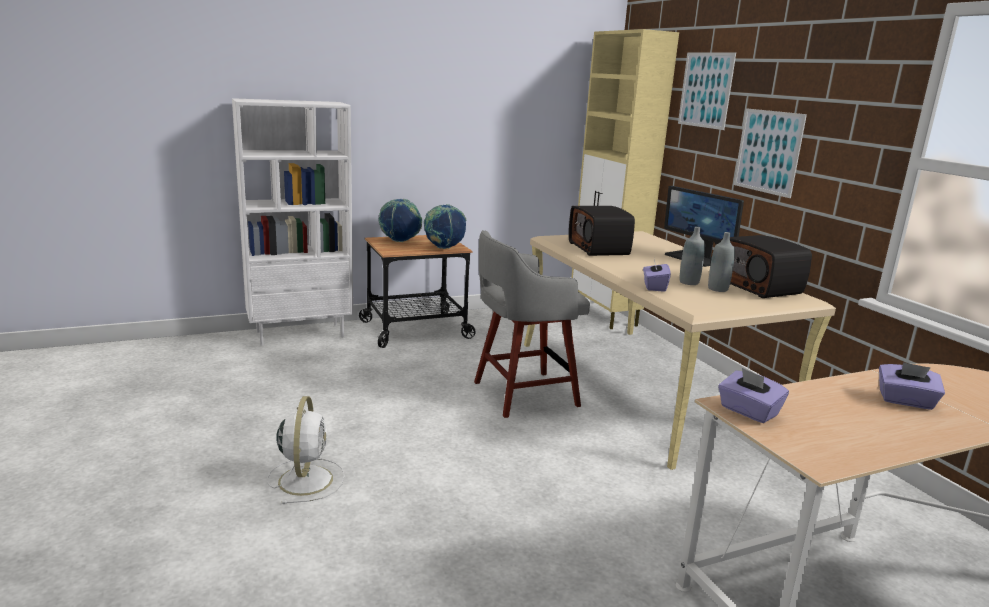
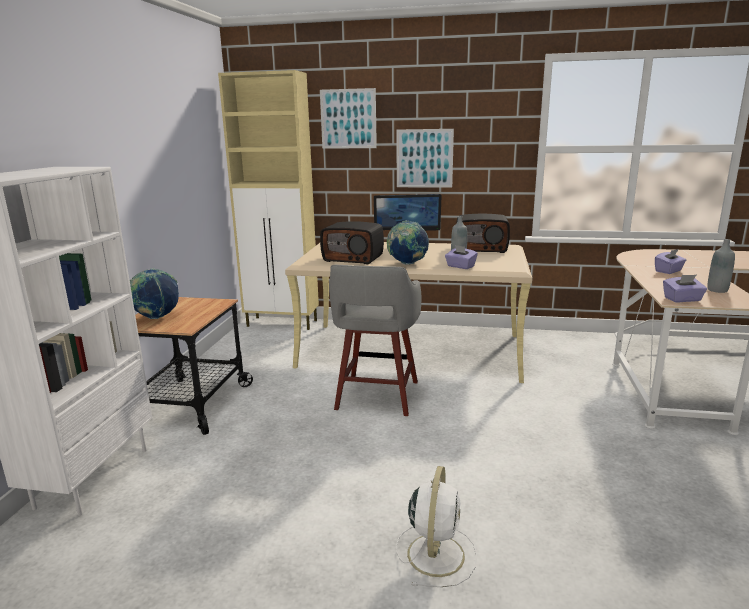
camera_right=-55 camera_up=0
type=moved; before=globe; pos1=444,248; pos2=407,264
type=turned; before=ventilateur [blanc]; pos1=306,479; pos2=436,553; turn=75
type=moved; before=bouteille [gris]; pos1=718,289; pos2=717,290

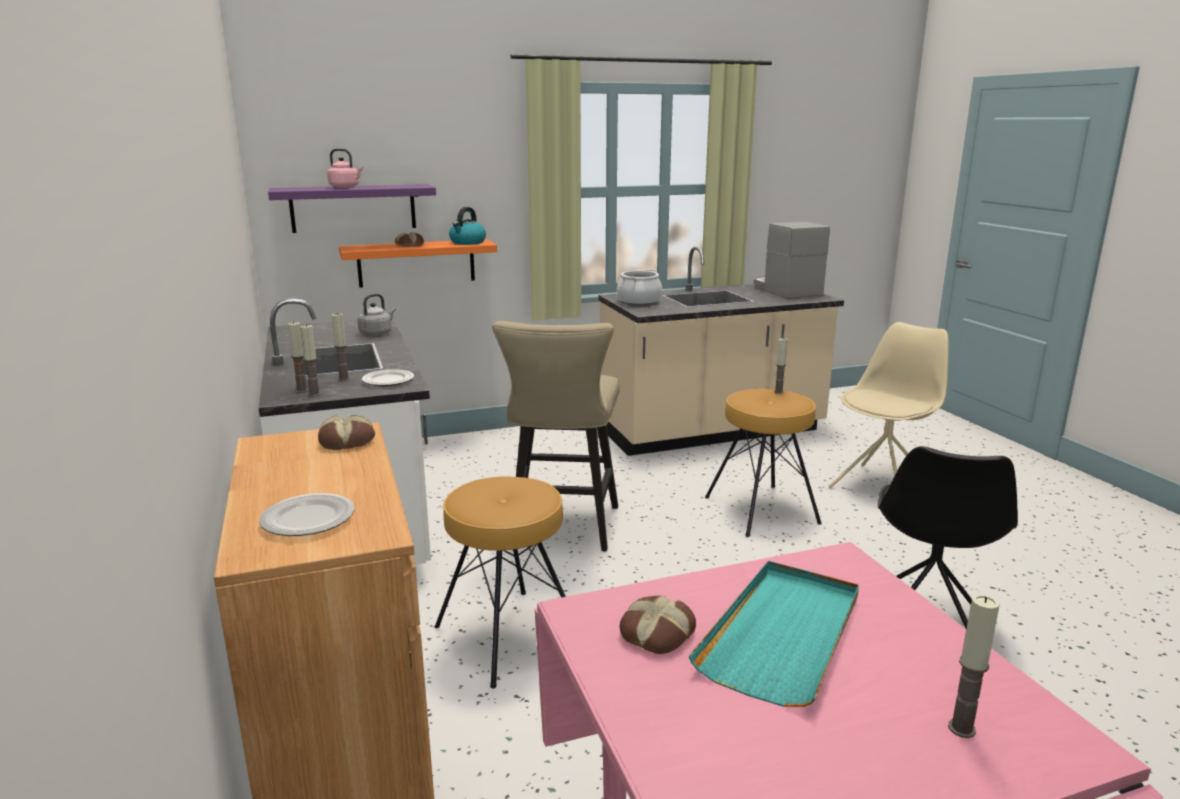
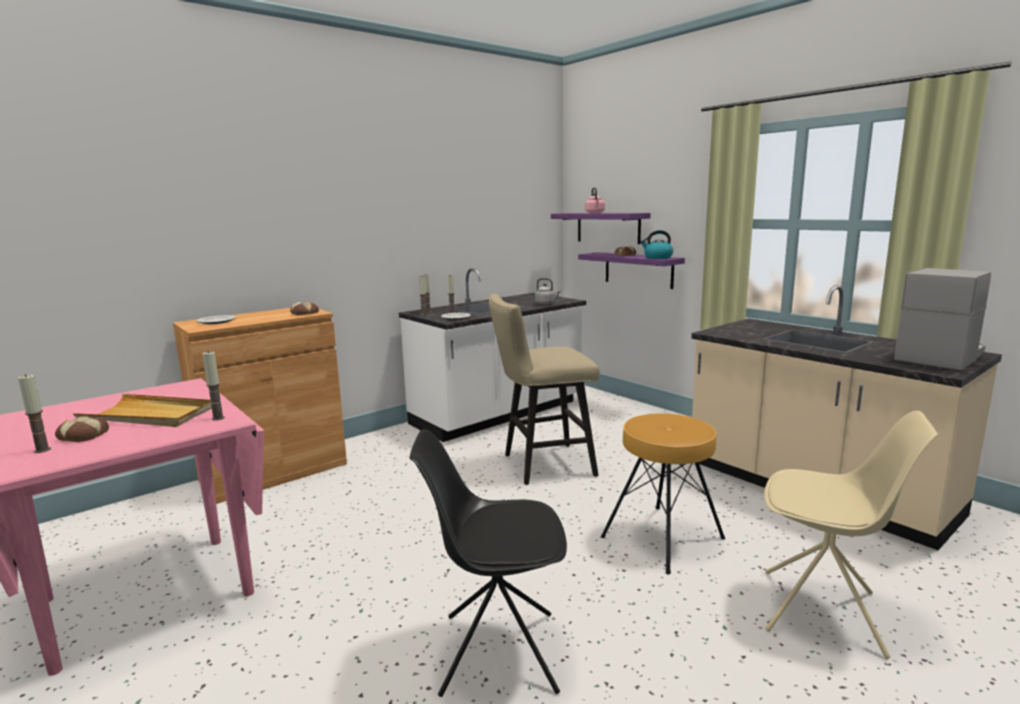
camera_right=70 camera_up=-5
type=moved; before=pain; pos1=656,632; pos2=84,435
type=recoloured; before=plateau [turquoise]; after=plateau [beige]; pos1=783,634; pos2=149,415
type=moved; before=bougie; pos1=778,392; pos2=218,418
type=recoloured; before=étagère [orange]; after=étagère [violet]; pos1=416,263; pos2=638,270
type=removed; before=tabouret [marron]; pos1=508,636
type=removed; before=marmite; pos1=639,302

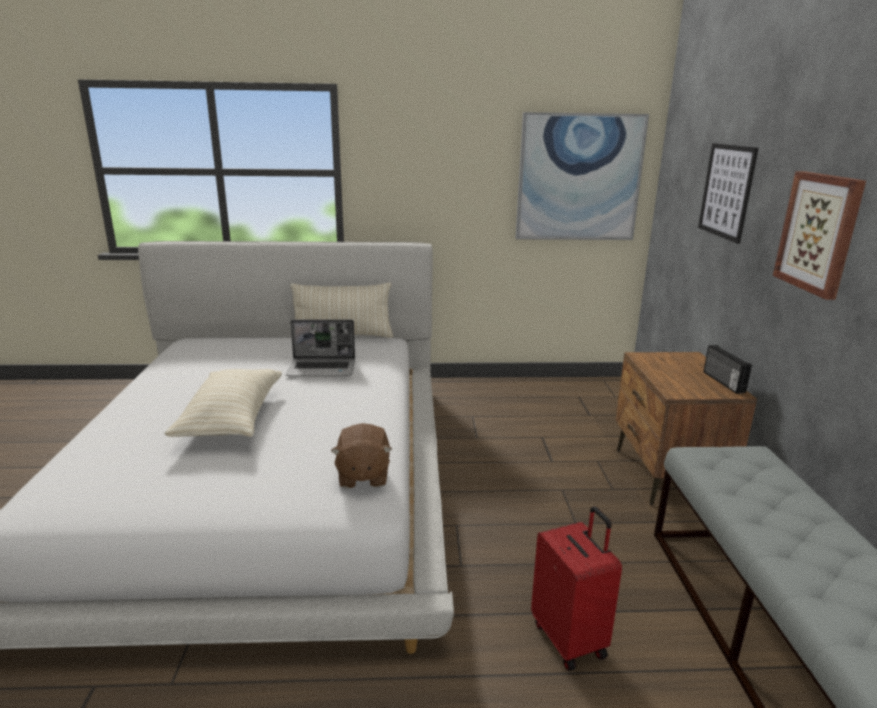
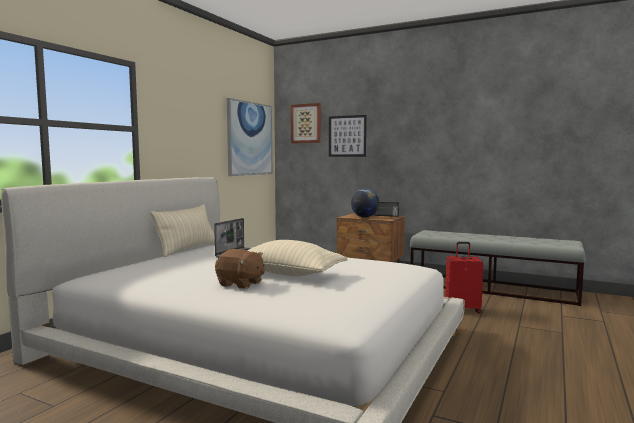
camera_right=-60 camera_up=-15
type=moved; before=peluche [marron]; pos1=362,476; pos2=240,284
type=moved; before=tableau; pos1=819,233; pos2=306,123
type=added; after=globe; pos2=364,217

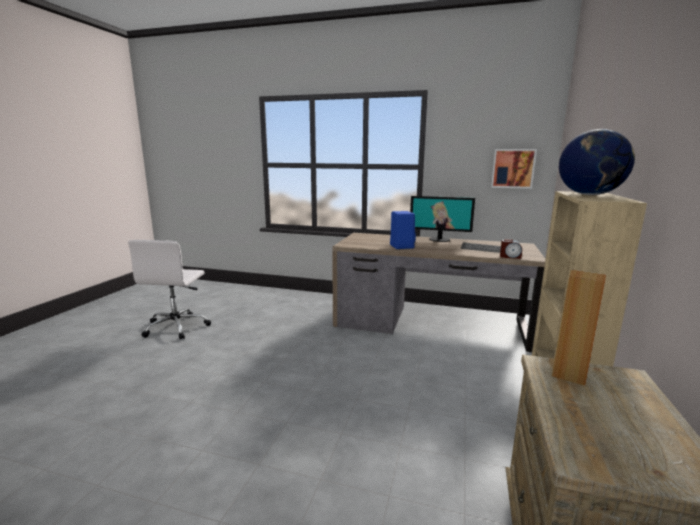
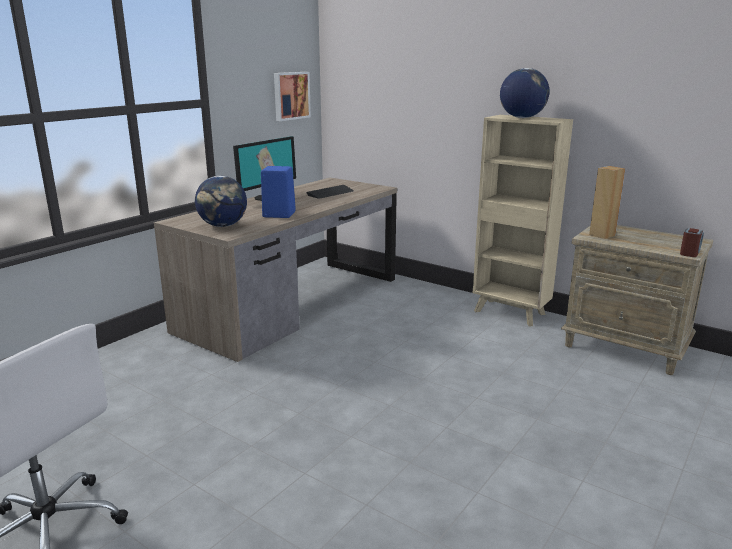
camera_right=-70 camera_up=5
type=added; after=globe; pos2=223,226
type=moved; before=réveil; pos1=510,257; pos2=689,252

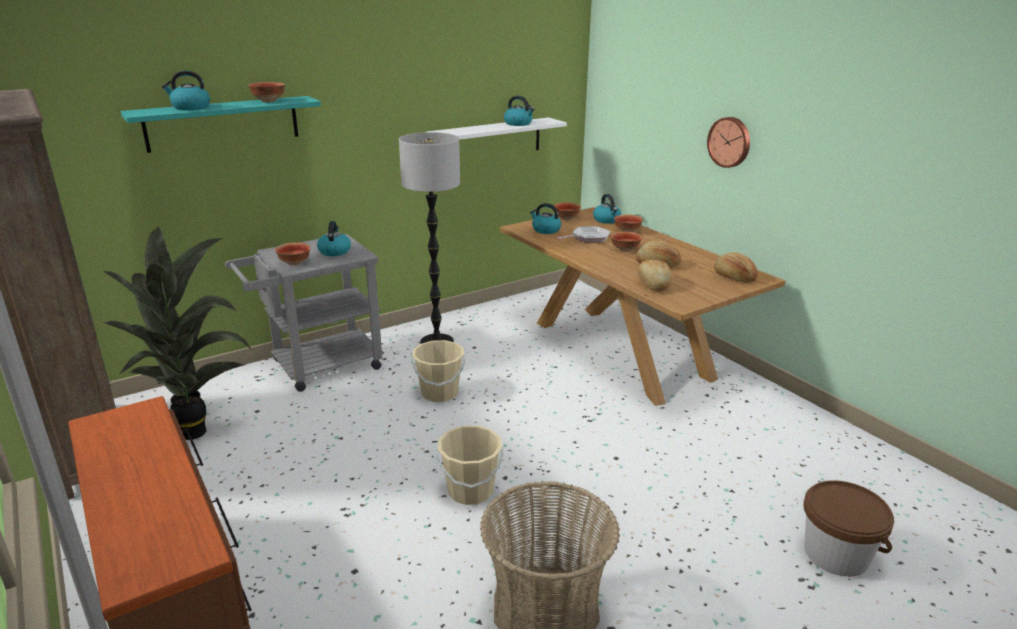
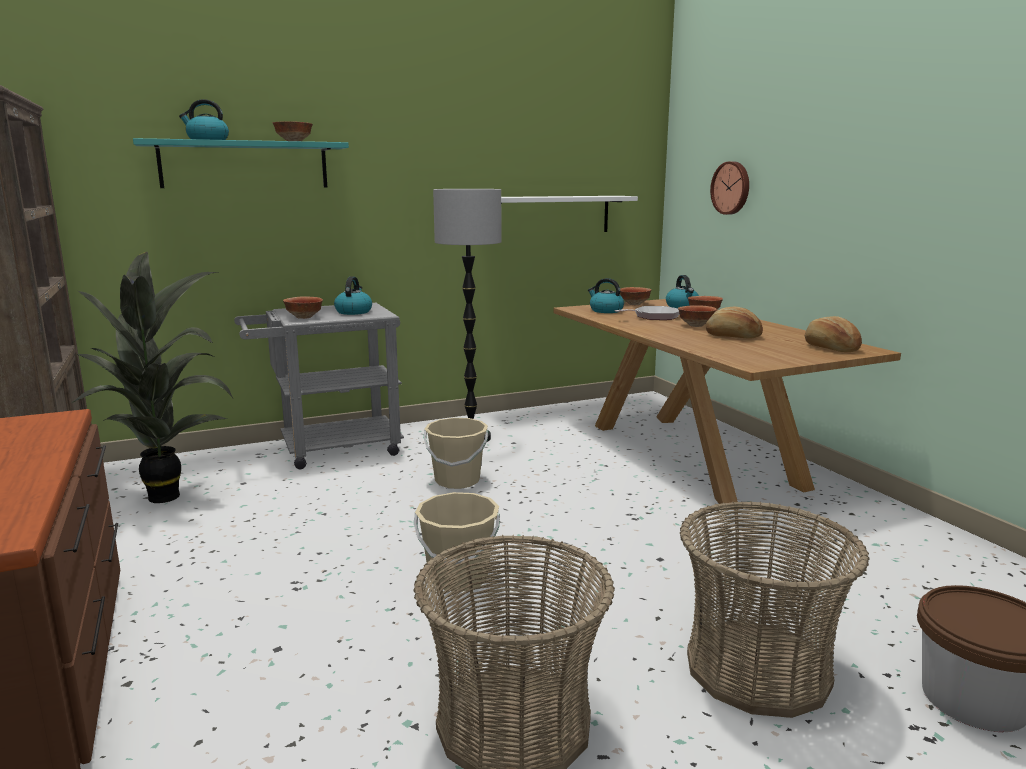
camera_right=10 camera_up=-10
type=added; after=panier; pos2=758,669
type=moved; before=horloge murale; pos1=730,142; pos2=731,188
type=removed; before=bouilloire; pos1=518,123
type=removed; before=pain; pos1=652,284

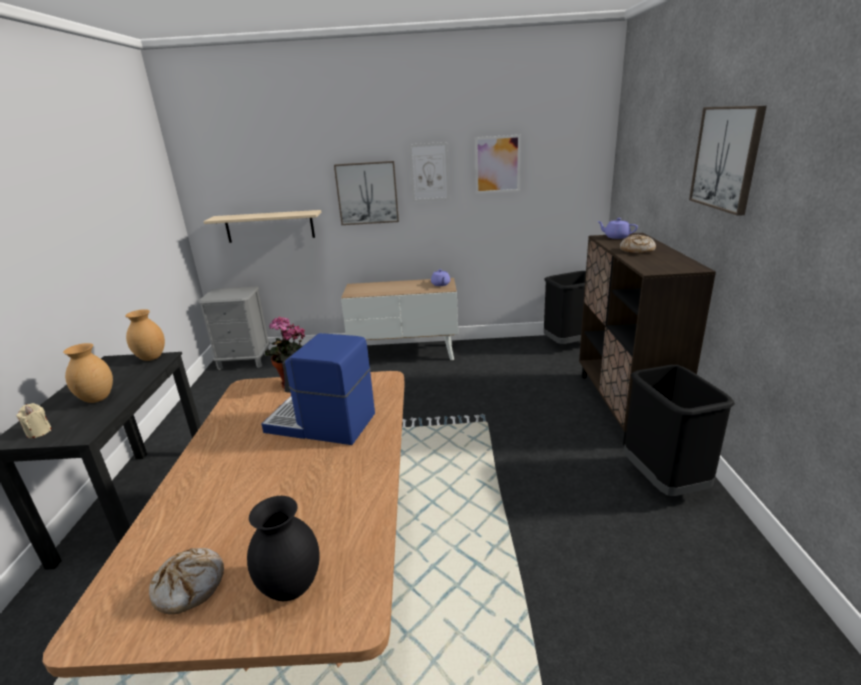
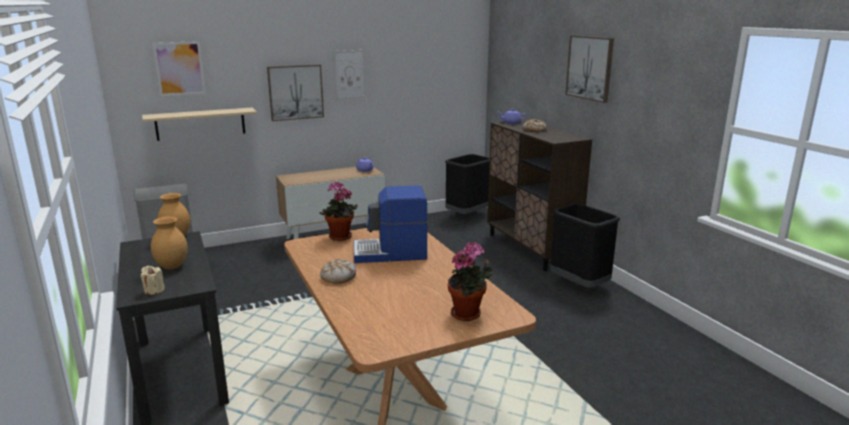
camera_right=-25 camera_up=-5
type=moved; before=tableau; pos1=497,164; pos2=179,68
type=moved; before=pain; pos1=190,586; pos2=338,277
type=replaced; before=vase [noir]; after=plante en pot; pos1=292,588; pos2=468,314

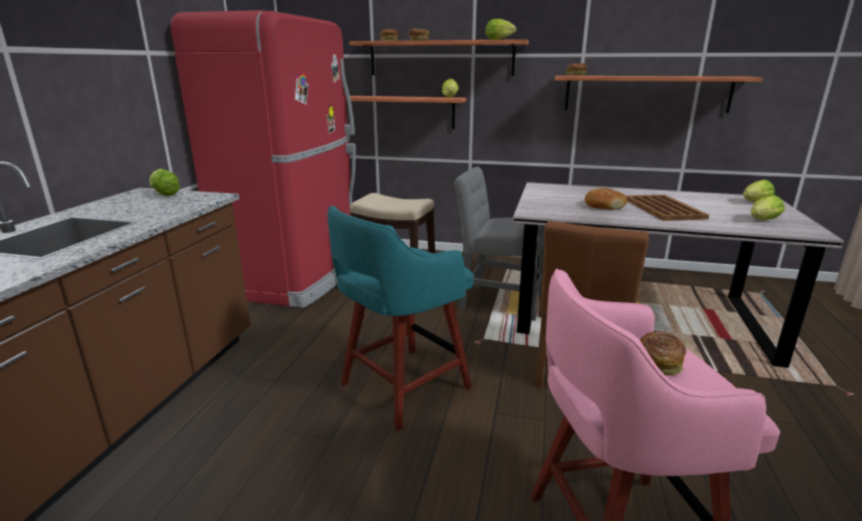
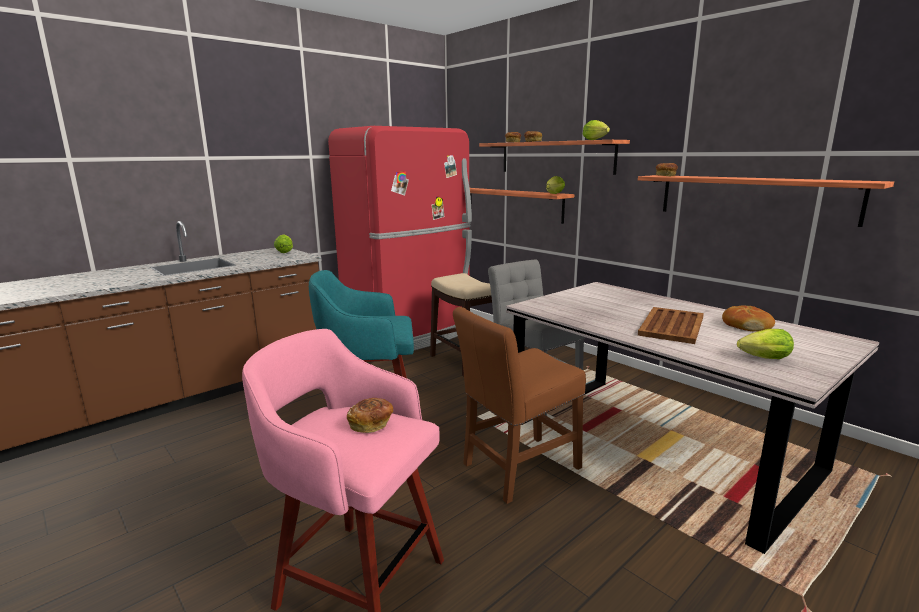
camera_right=35 camera_up=-5
type=moved; before=pain; pos1=604,206; pos2=746,326
type=removed; before=laitue; pos1=754,202

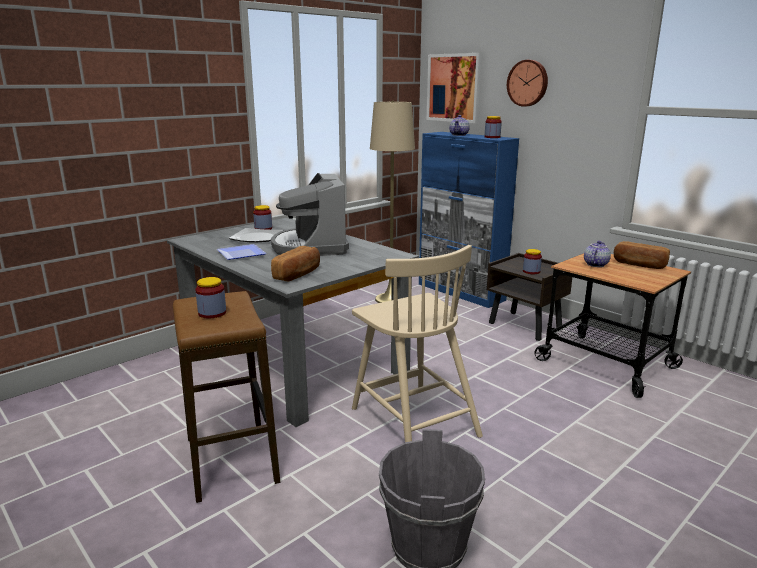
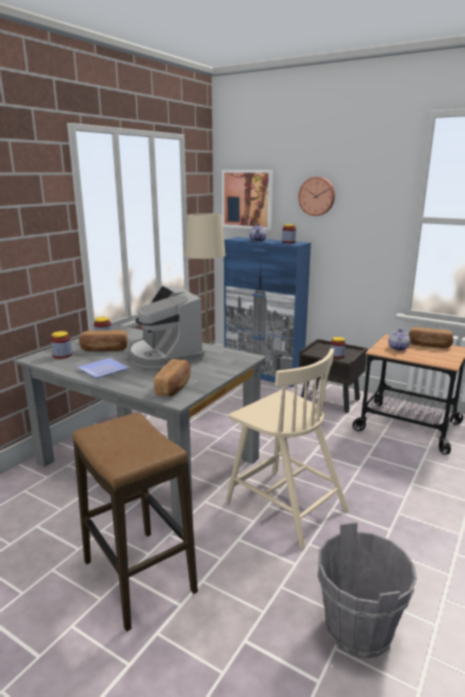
camera_right=-15 camera_up=0
type=moved; before=bocal; pos1=212,313; pos2=62,355
type=replaced; before=assiette; after=pain; pos1=256,237; pos2=104,349

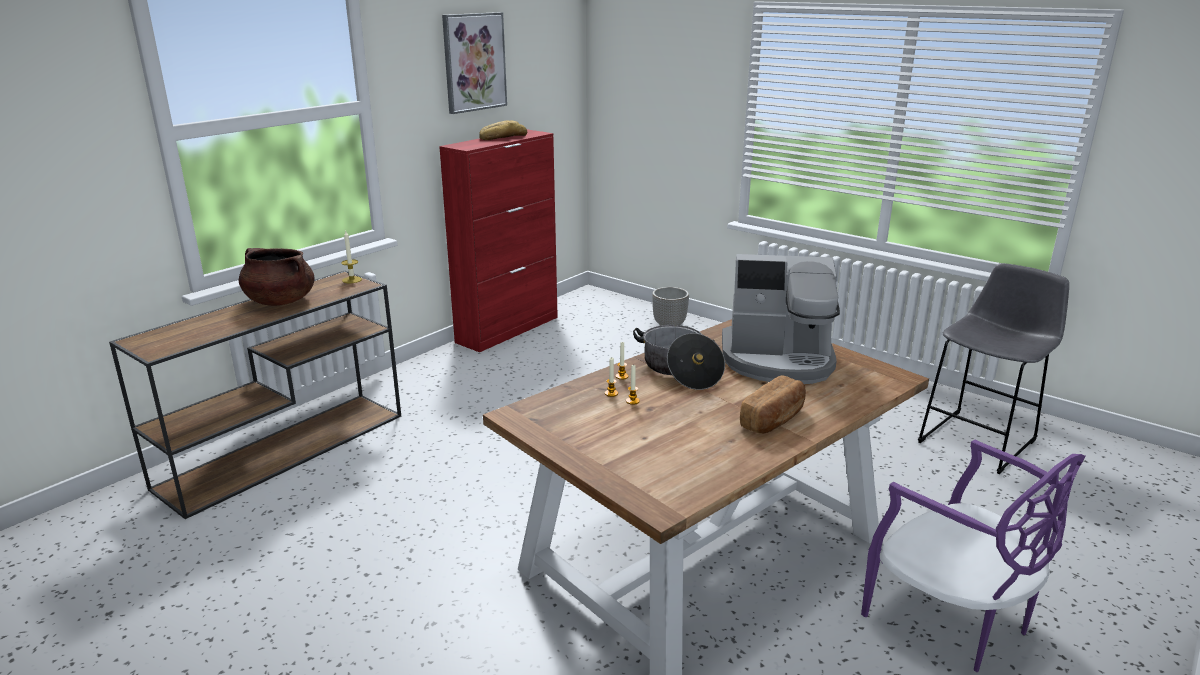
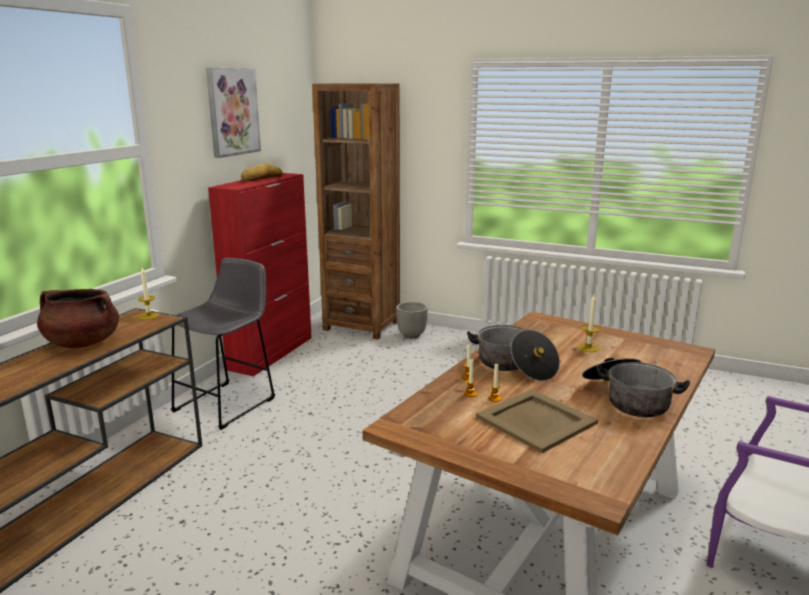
camera_right=-15 camera_up=-5
type=moved; before=tabouret [gris]; pos1=980,439; pos2=229,403
type=added; after=bibliothèque [marron]; pos2=362,326
type=added; after=plateau [beige]; pos2=536,419
type=replaced; before=machine à café; after=bougie; pos1=778,360; pos2=588,348
type=replaced; before=pain; after=marmite; pos1=774,419; pos2=627,399

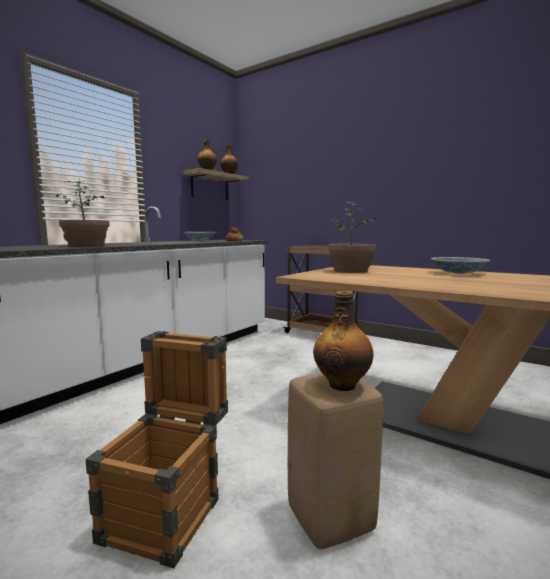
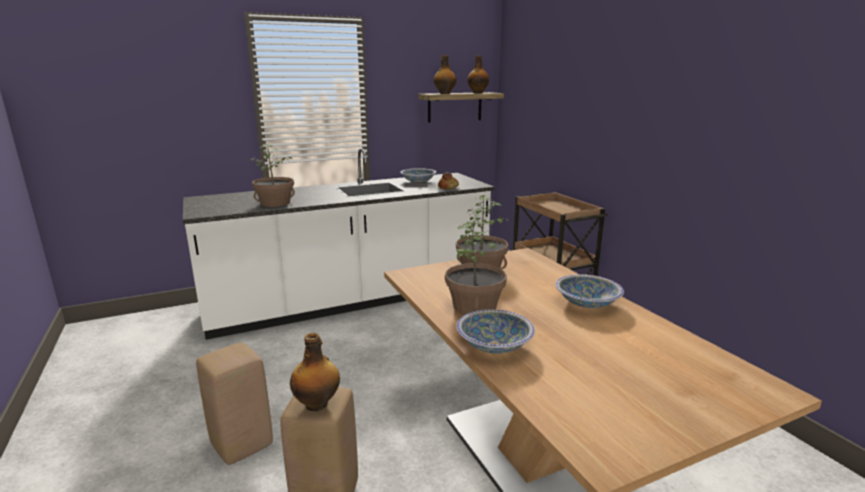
camera_right=30 camera_up=10
type=replaced; before=caisse; after=tabouret [beige]; pos1=170,509; pos2=243,445
type=added; after=plante en pot; pos2=475,306
type=added; after=bol; pos2=494,345

